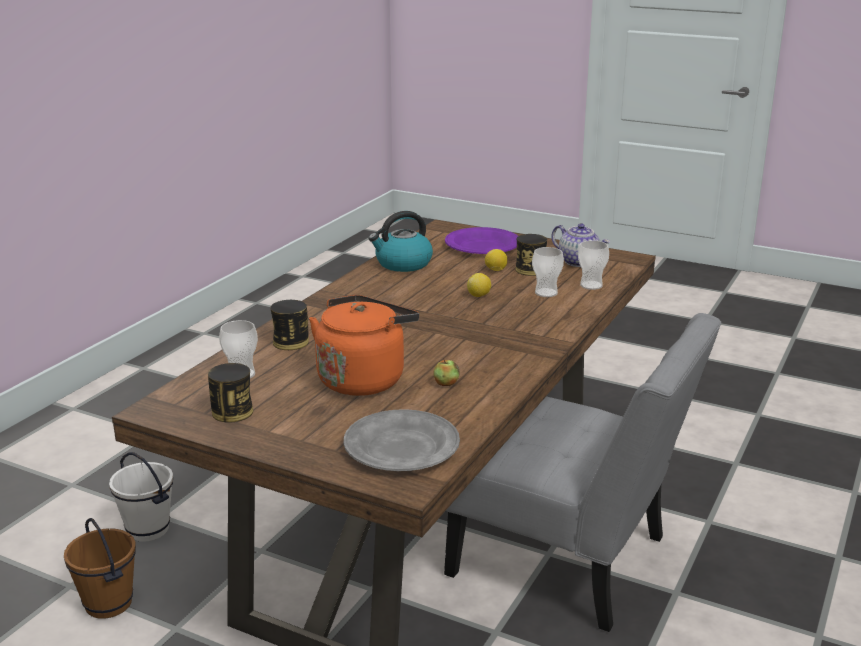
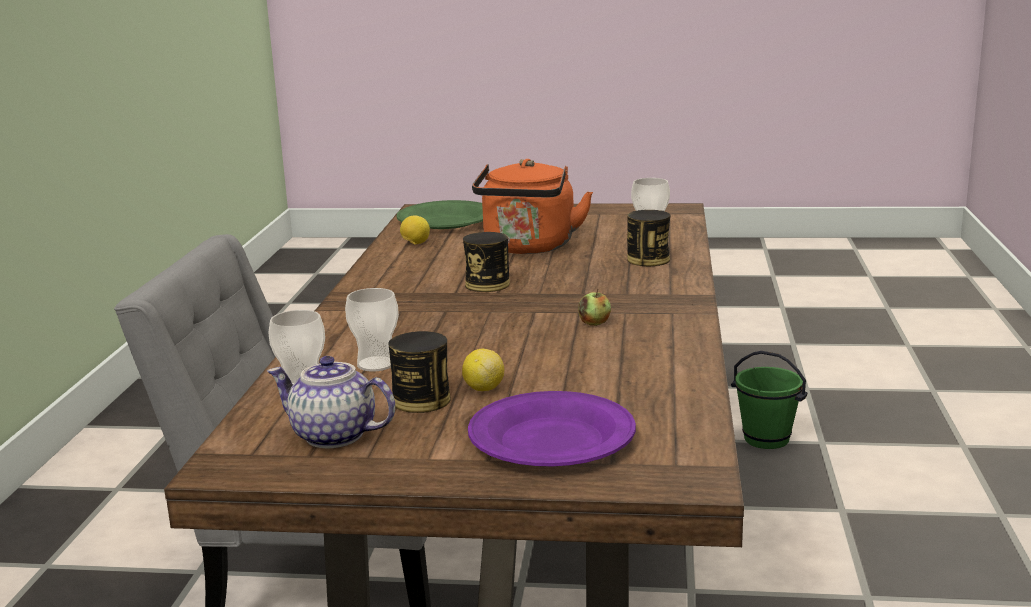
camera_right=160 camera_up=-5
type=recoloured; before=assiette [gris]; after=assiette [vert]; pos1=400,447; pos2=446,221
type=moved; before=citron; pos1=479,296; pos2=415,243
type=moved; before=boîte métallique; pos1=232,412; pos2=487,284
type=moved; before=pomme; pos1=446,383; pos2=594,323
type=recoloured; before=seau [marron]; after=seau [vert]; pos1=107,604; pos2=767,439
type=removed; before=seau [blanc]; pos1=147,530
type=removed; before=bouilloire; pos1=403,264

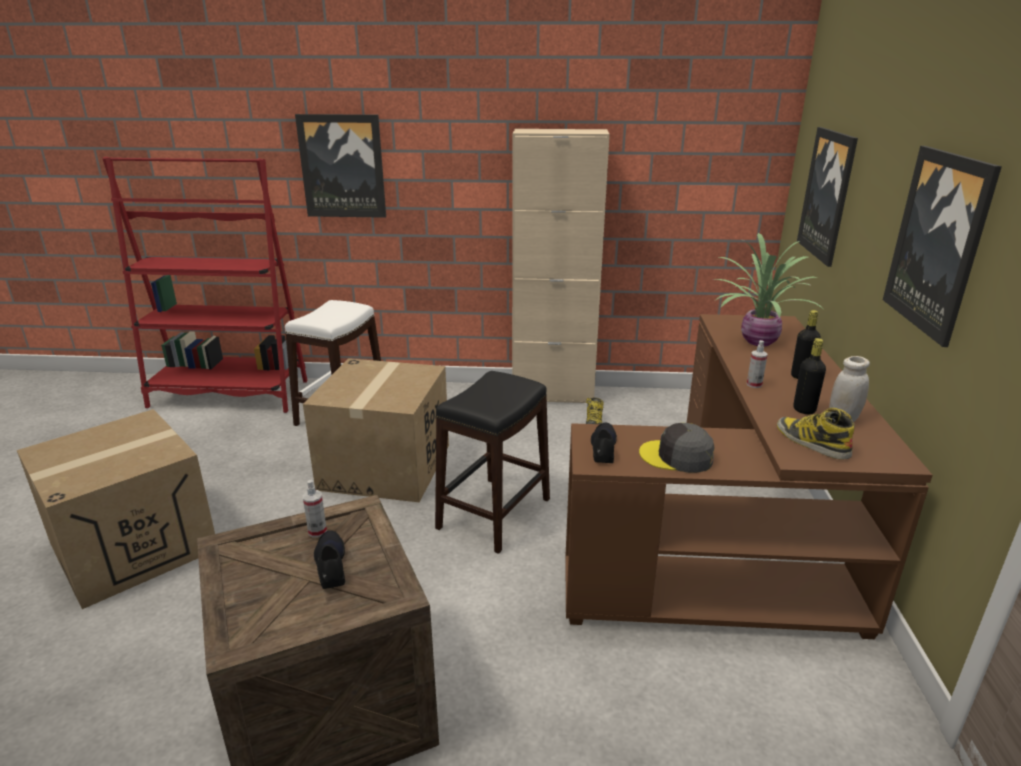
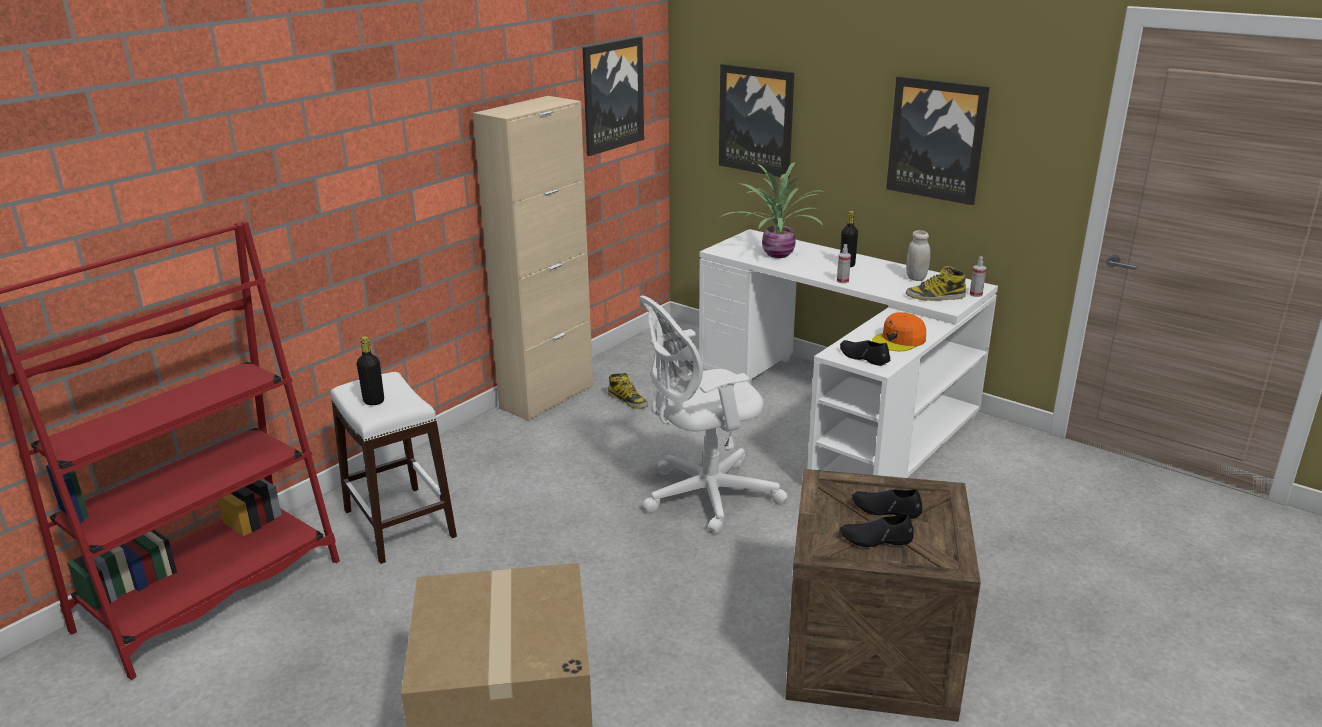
camera_right=-55 camera_up=0
type=moved; before=bouteille [noir]; pos1=804,410; pos2=374,401
type=moved; before=tableau; pos1=342,166; pos2=612,95
type=replaced; before=tabouret [noir]; after=chaise de bureau [blanc]; pos1=493,513; pos2=704,496
type=recoloured; before=bureau [marron]; after=bureau [blanc]; pos1=735,537; pos2=843,412
type=added; after=chaussure [noir]; pos2=876,539
type=recoloured; before=casquette [gris]; after=casquette [orange]; pos1=677,457; pos2=899,340
type=moved; before=vaporisateur; pos1=317,531; pos2=976,294
type=removed; before=carton; pos1=385,467

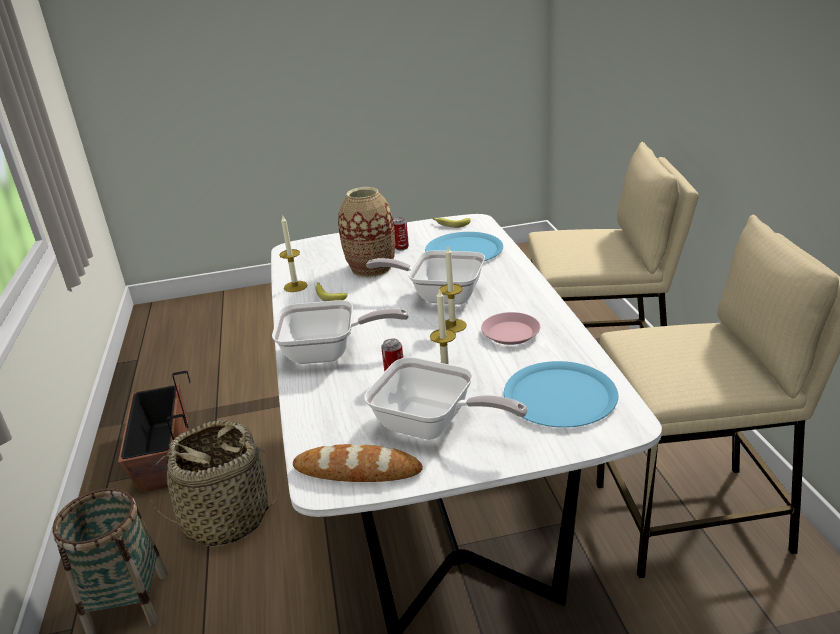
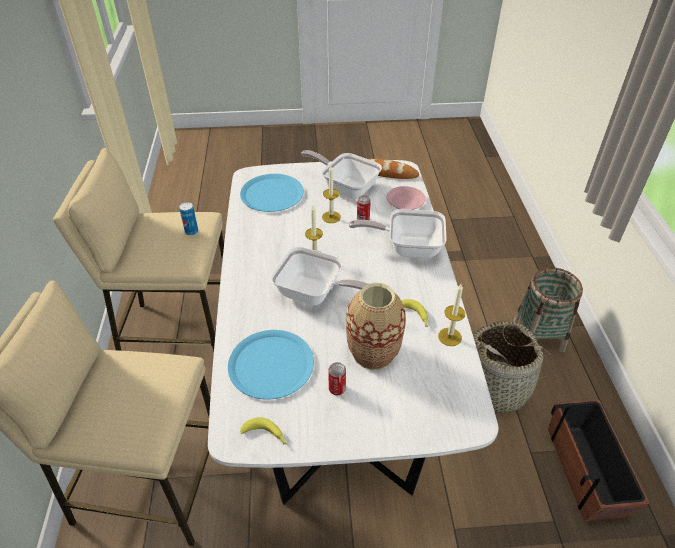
camera_right=-175 camera_up=15
type=added; after=boîte métallique; pos2=191,231
type=moved; before=assiette [rose]; pos1=510,333; pos2=405,201

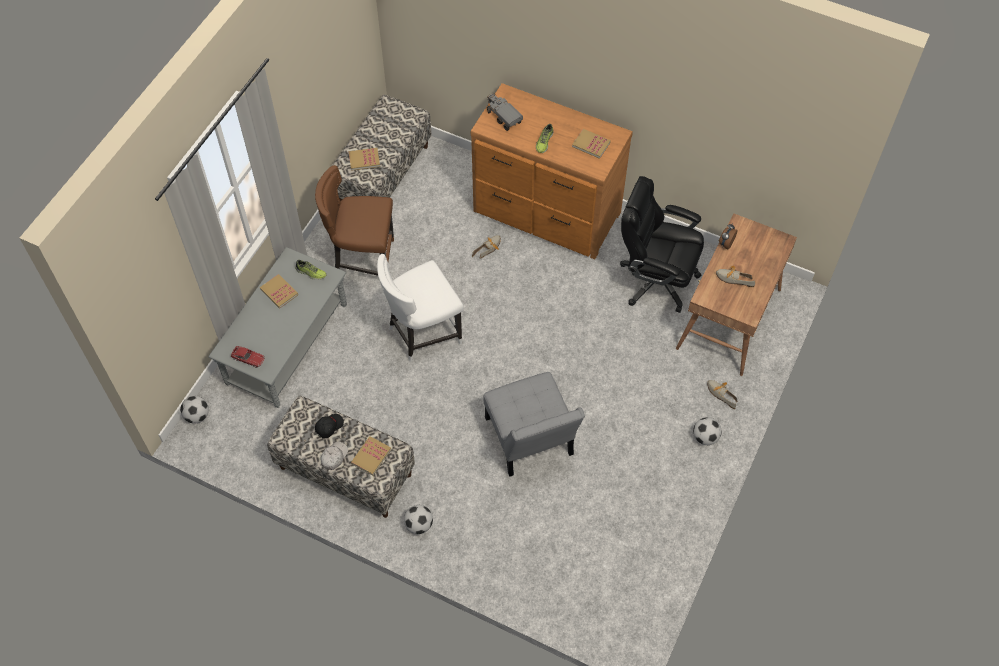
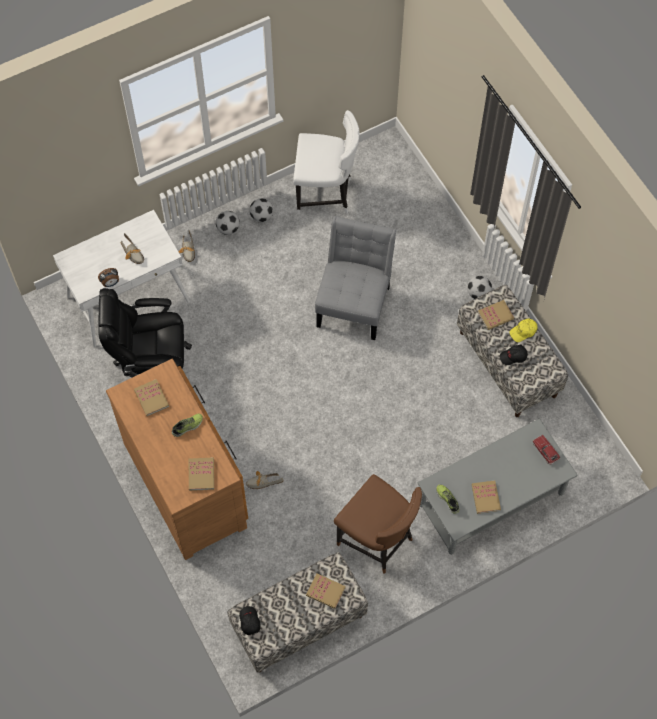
camera_right=-145 camera_up=5
type=recoloured; before=bureau [marron]; after=bureau [blanc]; pos1=729,320; pos2=128,298
type=turned; before=chaise de bureau [noir]; pos1=655,279; pos2=152,366; turn=120
type=replaced; before=camion jouet; after=livre; pos1=503,117; pos2=201,474
type=added; after=casquette [noir]; pos2=249,621
type=moved; before=ballon de foot; pos1=197,416; pos2=262,216
type=moved; before=chaise [blanc]; pos1=422,333; pos2=325,194
type=recoloured; before=casquette [blanc]; after=casquette [jaune]; pos1=334,457; pos2=523,332

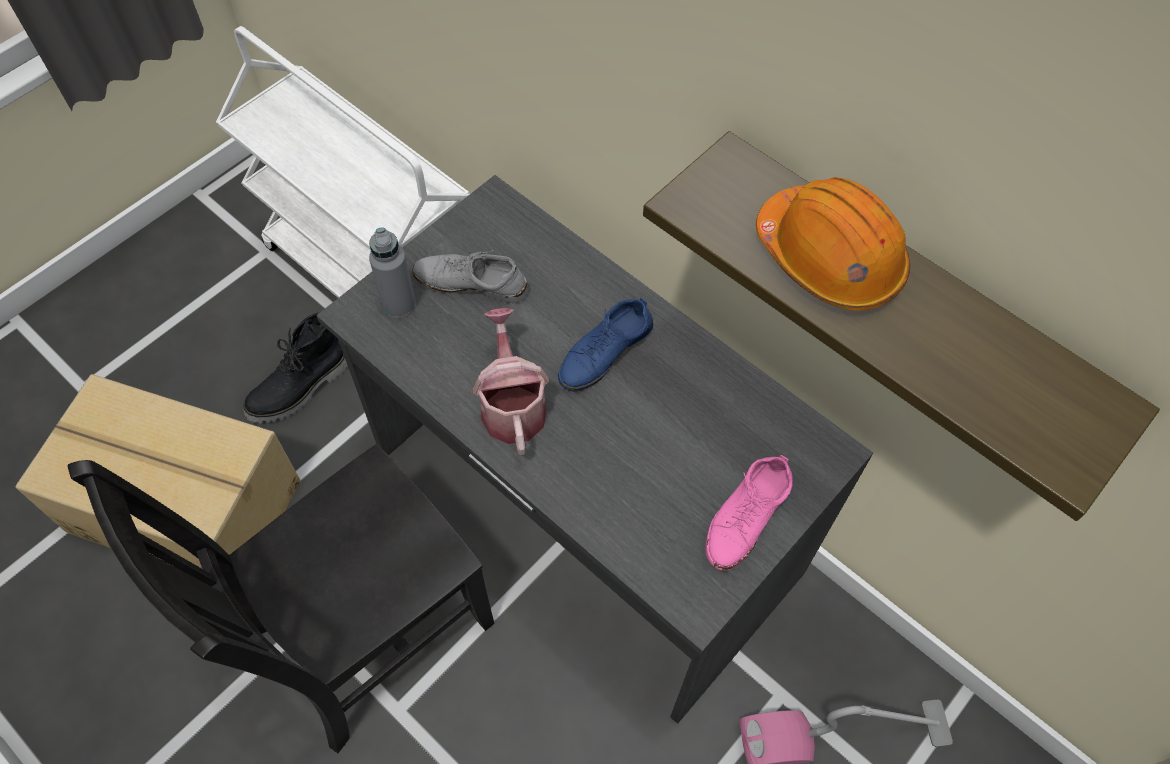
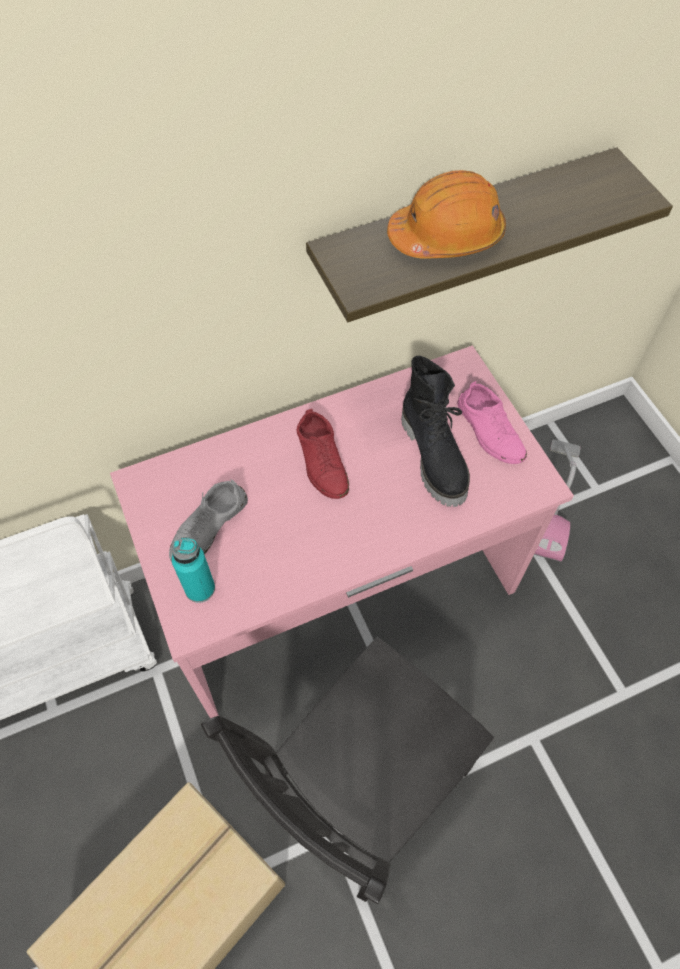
camera_right=-65 camera_up=0
type=recoloured; before=bureau [gris]; after=bureau [rose]; pos1=582,514; pos2=339,589
type=recoloured; before=bouteille [gris]; after=bouteille [turquoise]; pos1=399,305; pos2=200,588
type=turned; before=chaise [noir]; pos1=362,631; pos2=362,789; turn=60
type=recoloured; before=chaussure [bleu]; after=chaussure [rouge]; pos1=605,352; pos2=322,461
type=moved; before=botte [noir]; pos1=300,390; pos2=435,457
type=removed; before=arrosoir; pos1=512,405

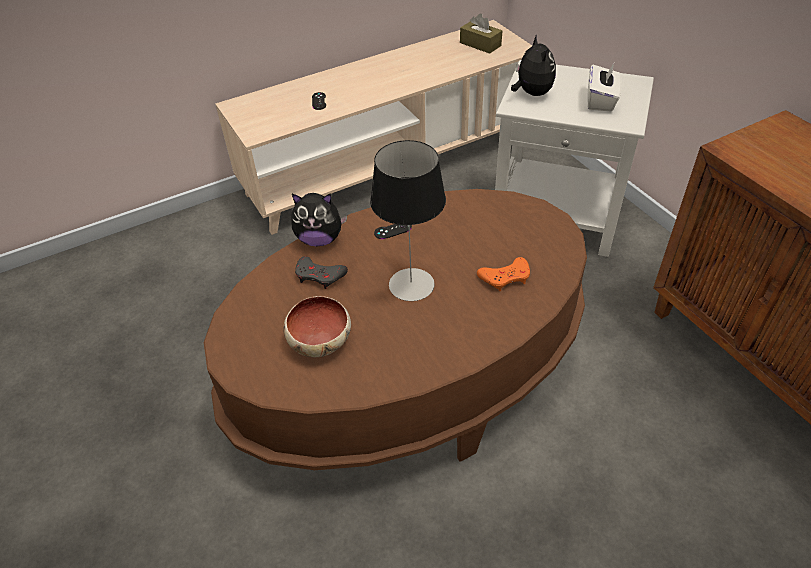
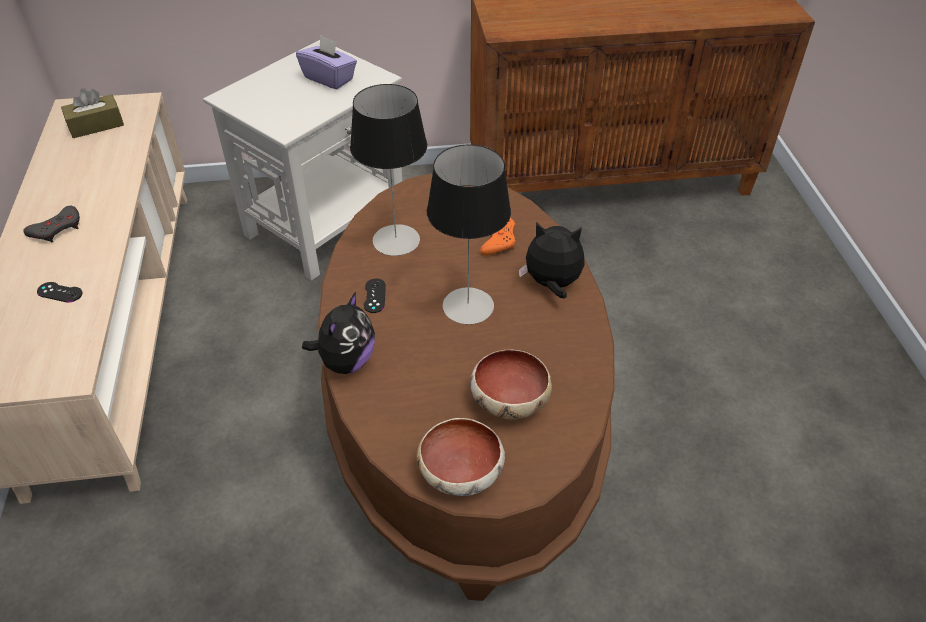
camera_right=-70 camera_up=0
type=moved; before=manette [gris]; pos1=319,275; pos2=57,229
type=recoloured; before=boîte à mouchoirs [blanc]; after=boîte à mouchoirs [violet]; pos1=601,101; pos2=329,78
type=added; after=lampe de table; pos2=396,240
type=added; after=bol; pos2=462,471
type=moved; before=peluche; pos1=531,93; pos2=552,284

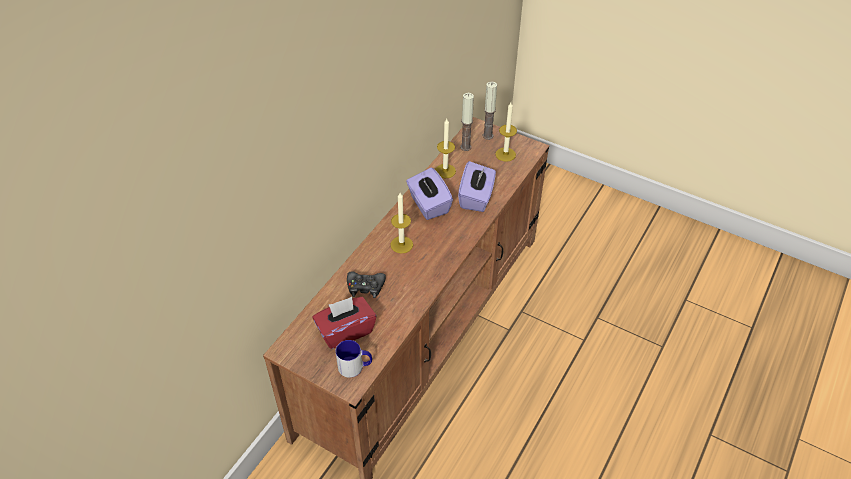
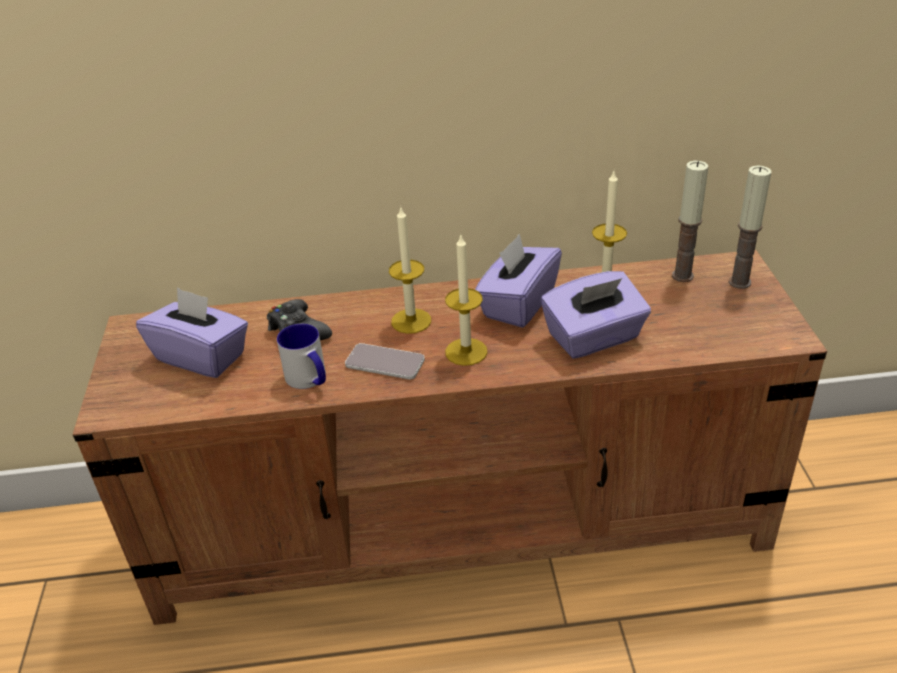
camera_right=55 camera_up=-10
type=recoloured; before=boîte à mouchoirs [rouge]; after=boîte à mouchoirs [violet]; pos1=345,331; pos2=202,356
type=moved; before=mug; pos1=355,367; pos2=310,379
type=added; after=téléphone; pos2=385,363
type=moved; before=bougie; pos1=505,154; pos2=466,352

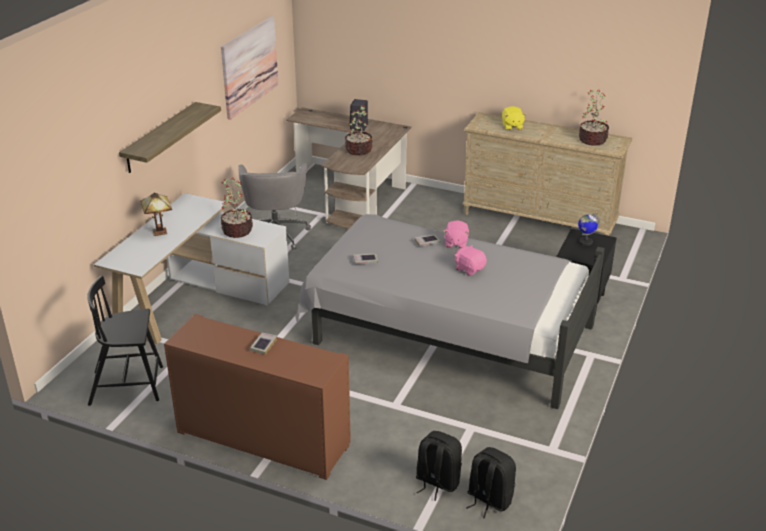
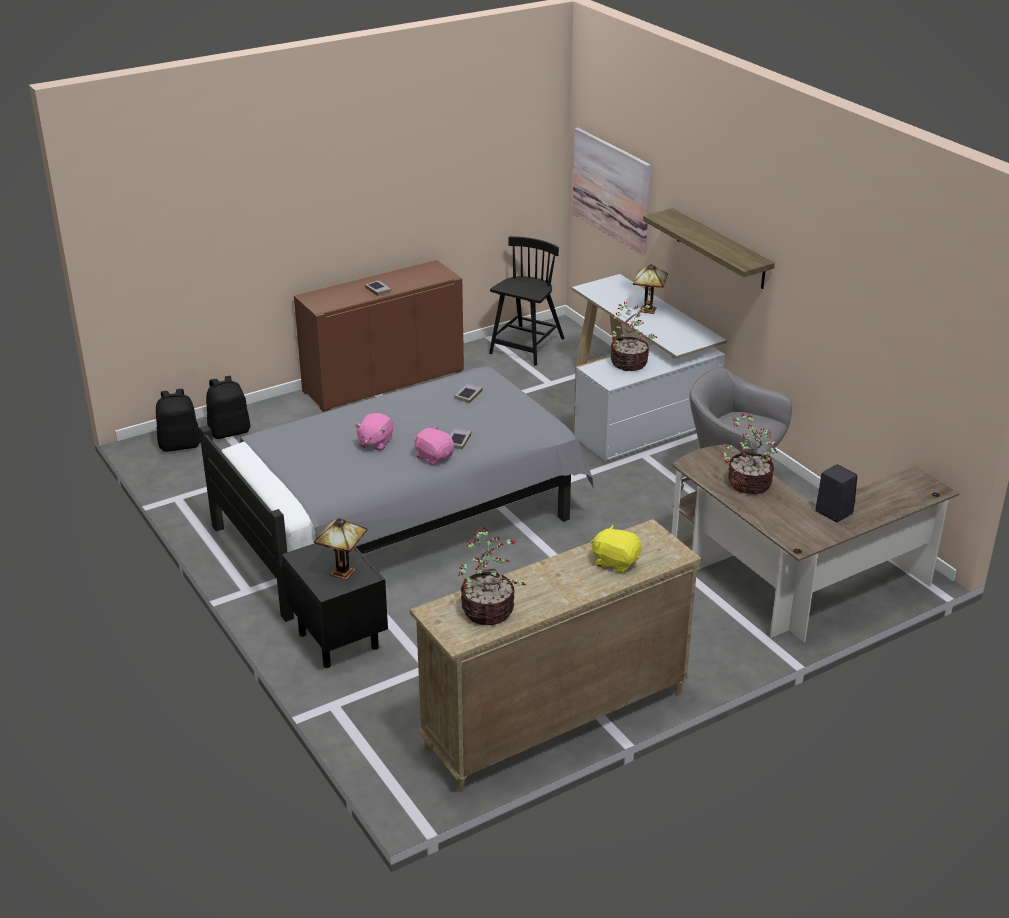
camera_right=125 camera_up=0
type=replaced; before=globe; after=lampe de table; pos1=585,242; pos2=342,571
type=turned; before=peluche [rose]; pos1=469,269; pos2=375,442; turn=120
type=moved; before=tableau; pos1=249,66; pos2=611,190

